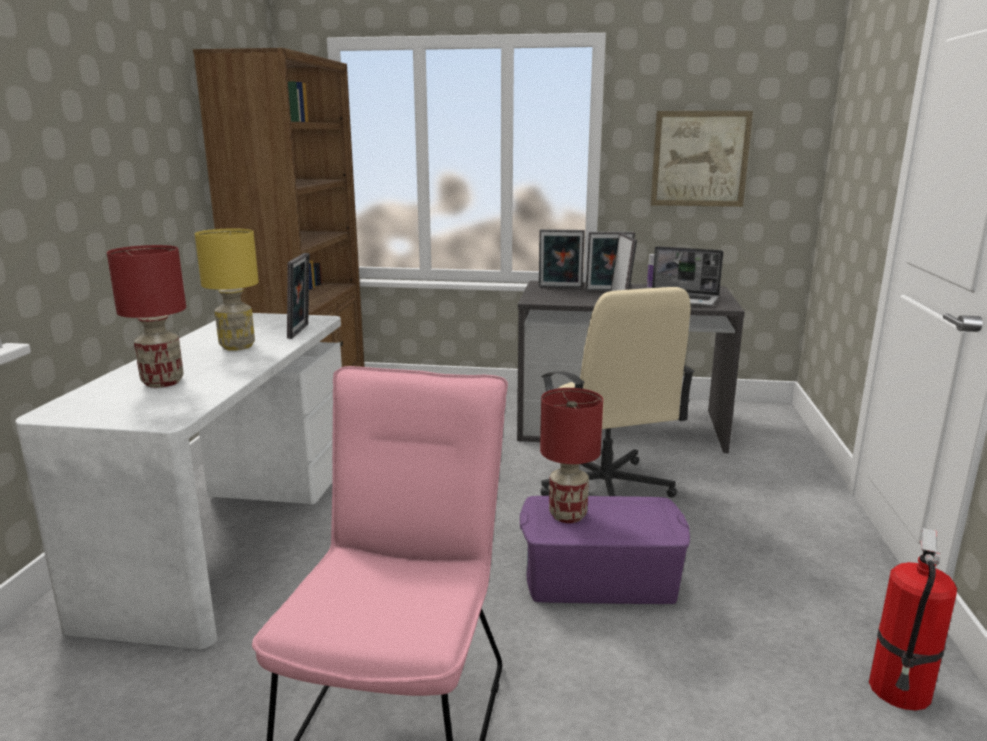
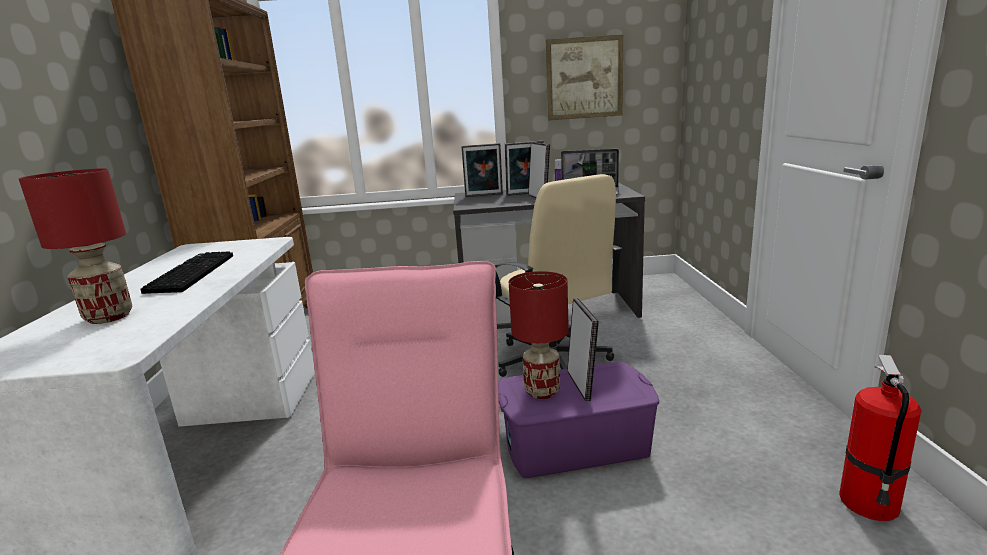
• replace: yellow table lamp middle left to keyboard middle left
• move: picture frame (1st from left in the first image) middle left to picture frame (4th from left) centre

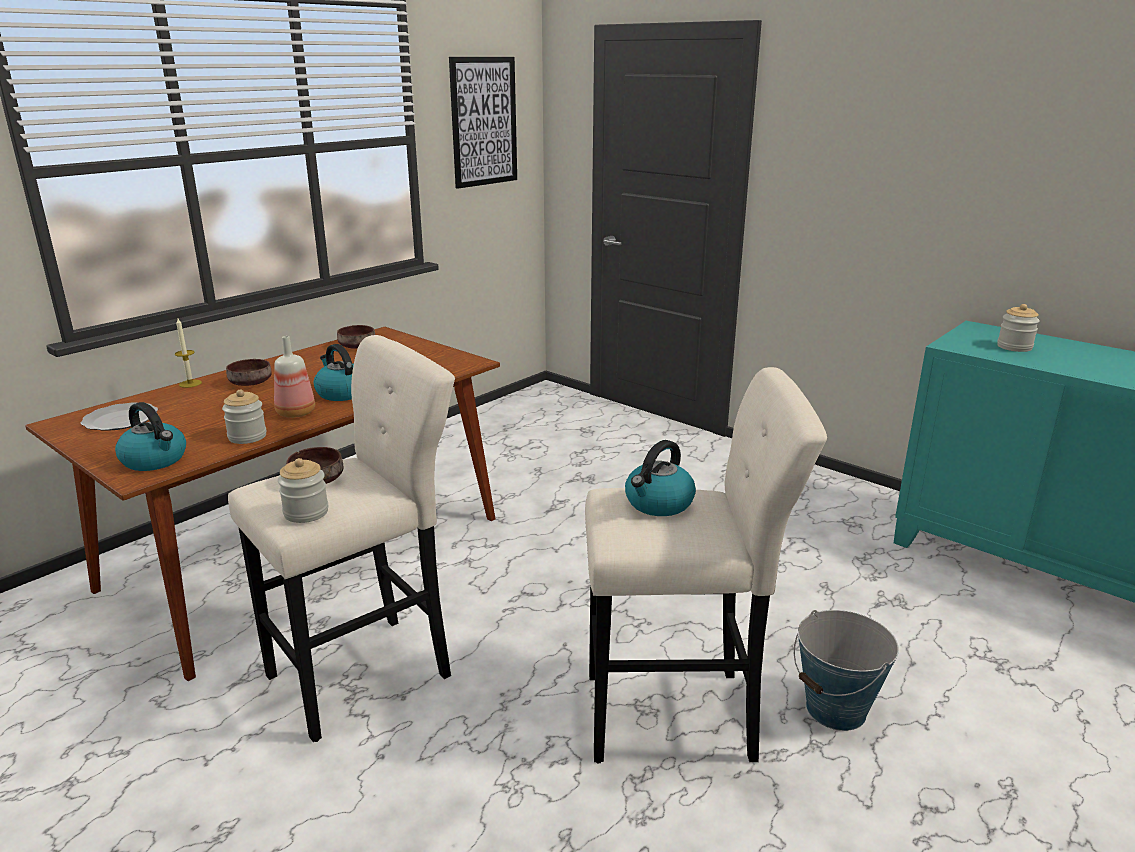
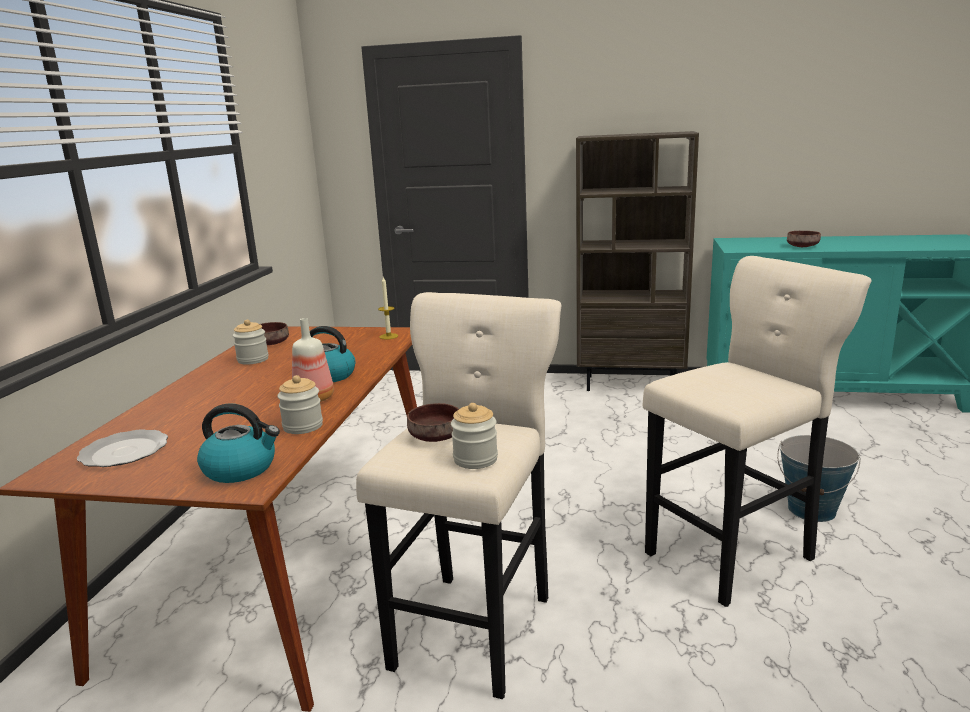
• move: jar (3rd from left in the first image) middle right to jar (1st from left) middle left
• move: candle middle left to centre
• insert: brown bookcase centre
• move: brown bowl (1st from left in the first image) middle left to brown bowl (3rd from left) middle right
• delete: picture top centre
• delete: kettle (3rd from left) centre

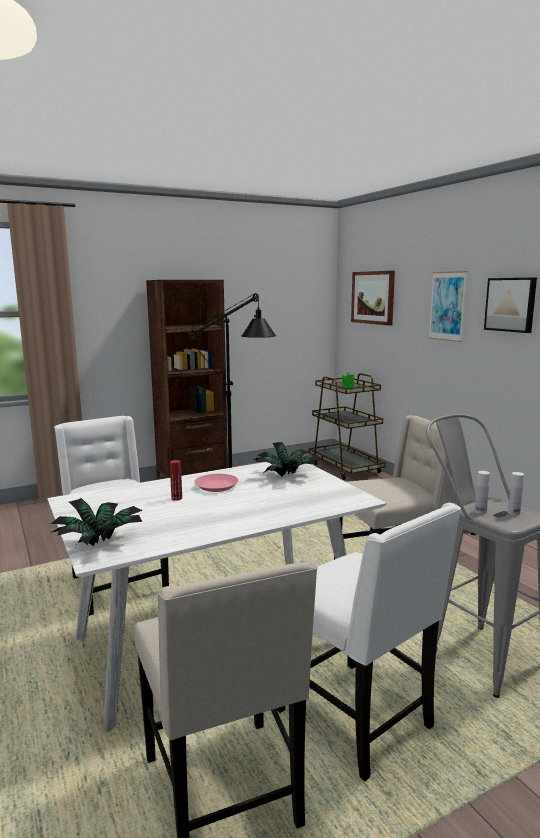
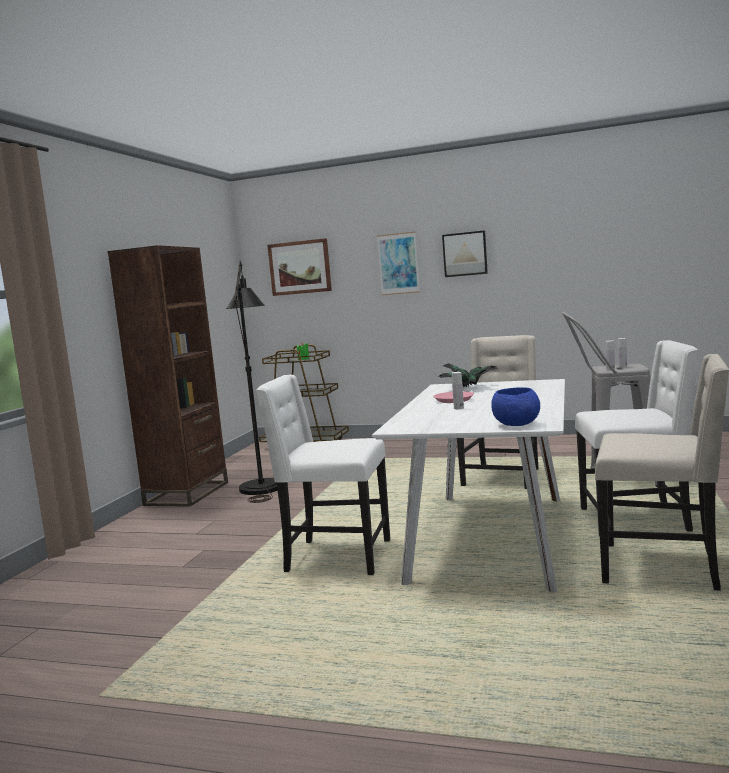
• recolor: red bottle middle left to white bottle (1st from left) centre
• replace: potted plant (1st from left) middle left to blue bowl middle right

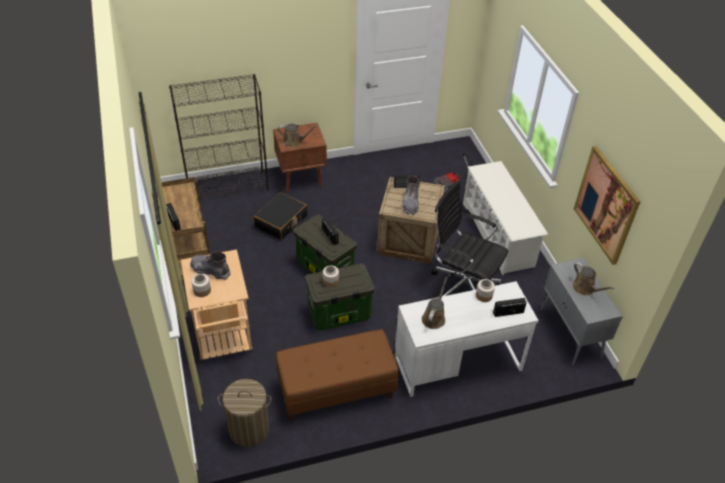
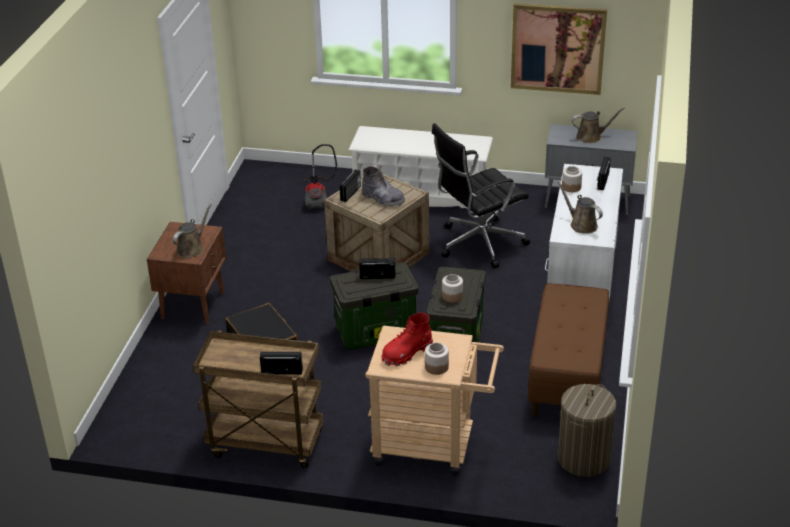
• recolor: grey boot (1st from left) middle left to red boot centre
• delete: black bookcase top left

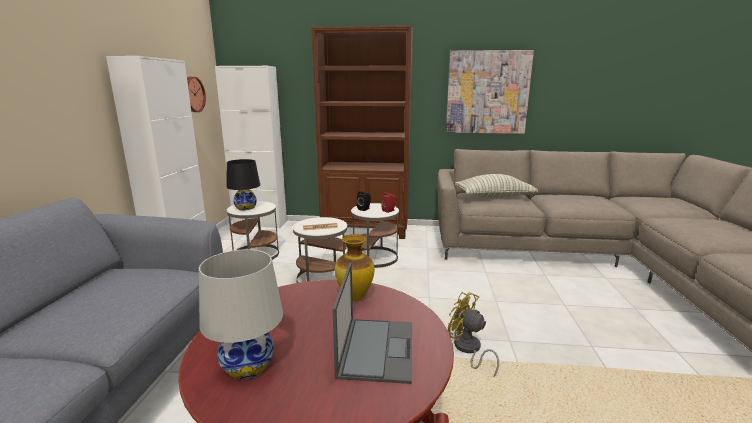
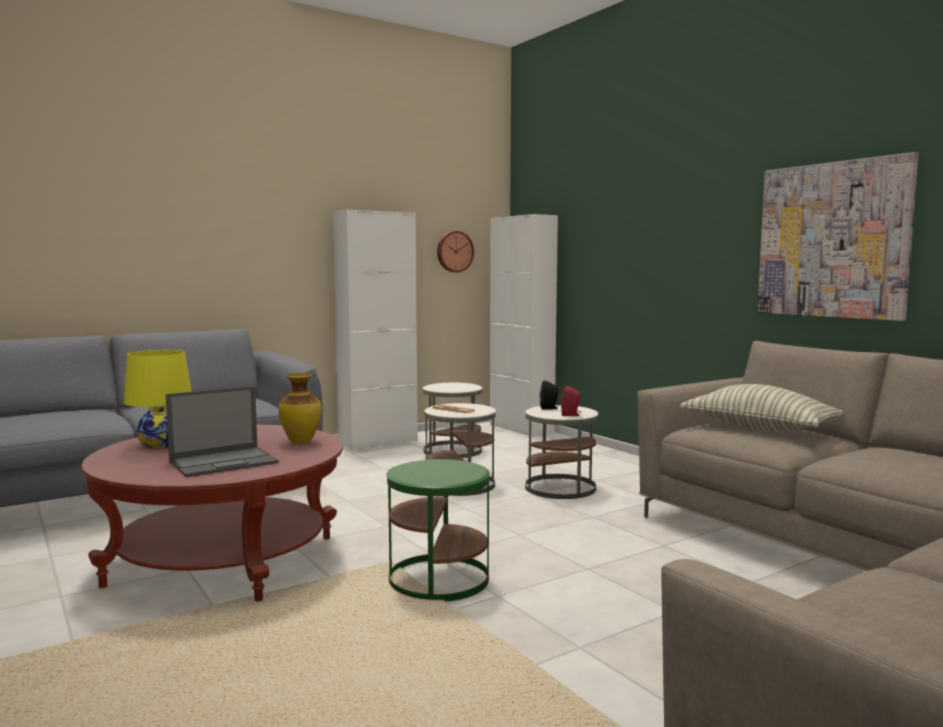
• recolor: white table lamp bottom left to yellow table lamp middle left
• replace: yellow fan bottom centre to green side table bottom centre
• delete: black table lamp middle left
• delete: brown bookcase top centre

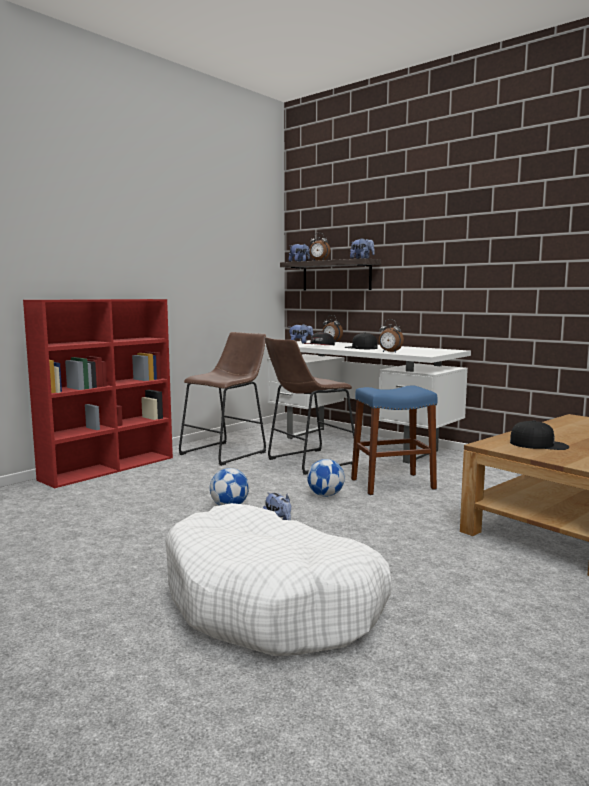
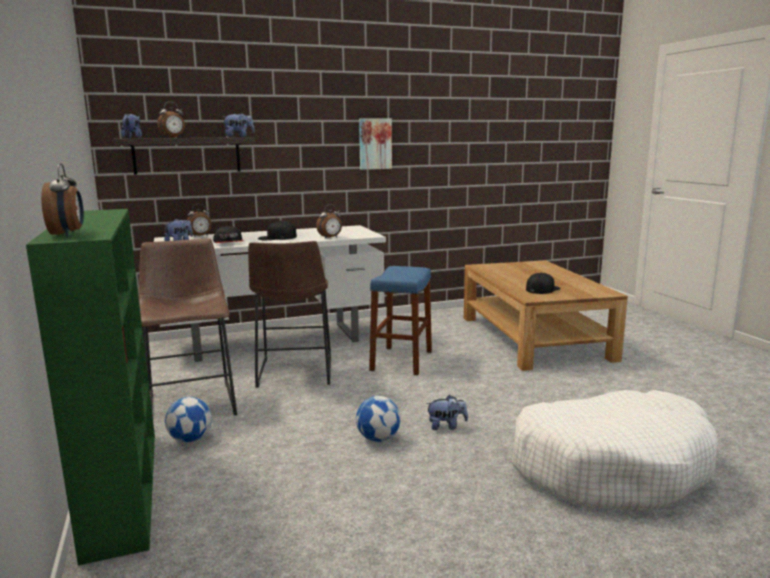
• recolor: red bookcase middle left to green bookcase bottom left
• insert: alarm clock (1st from left) middle left
• move: football (2nd from left in the first image) centre to football (1st from left) bottom left
• insert: picture top centre

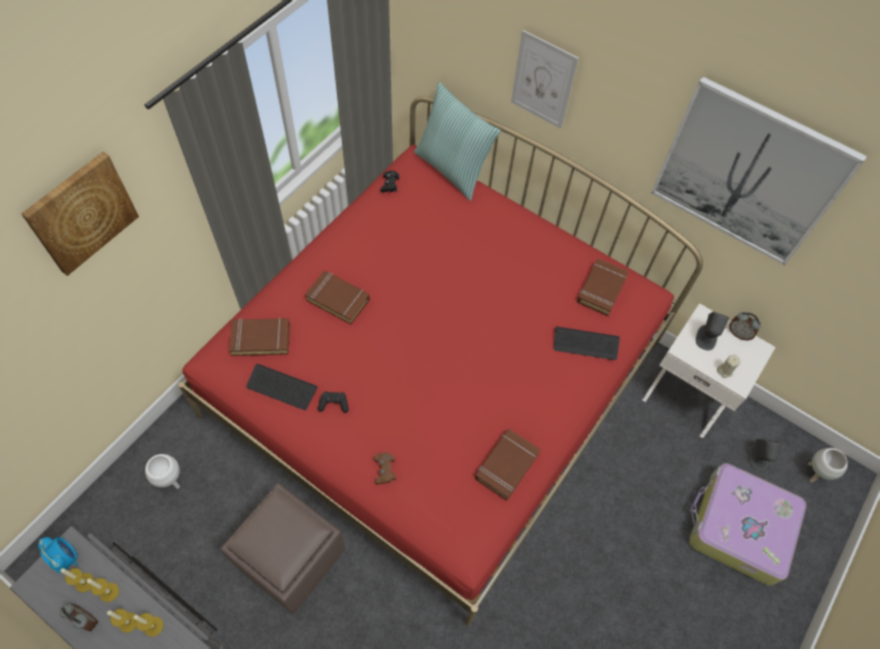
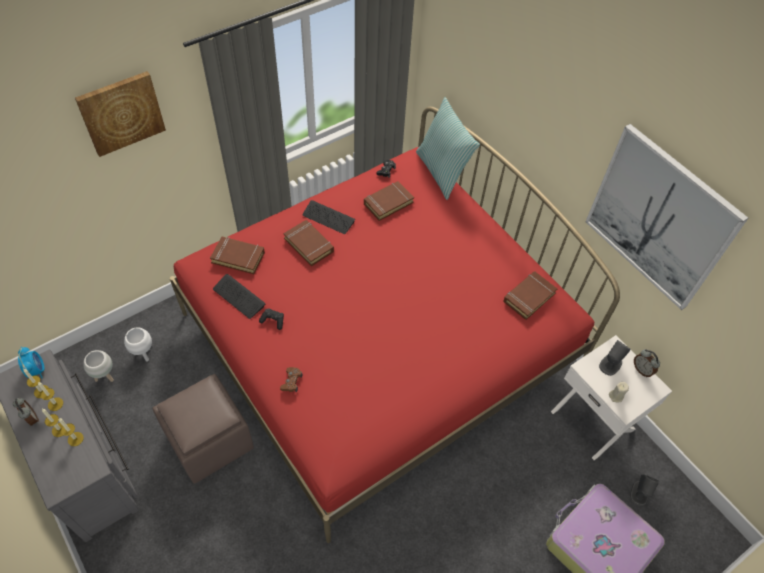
• move: white planter (2nd from left in the first image) bottom right to white planter (1st from left) middle left
• move: keyboard (2nd from left) middle right to centre
• move: brown book (3rd from left) bottom centre to centre
• delete: picture (2nd from left) top centre

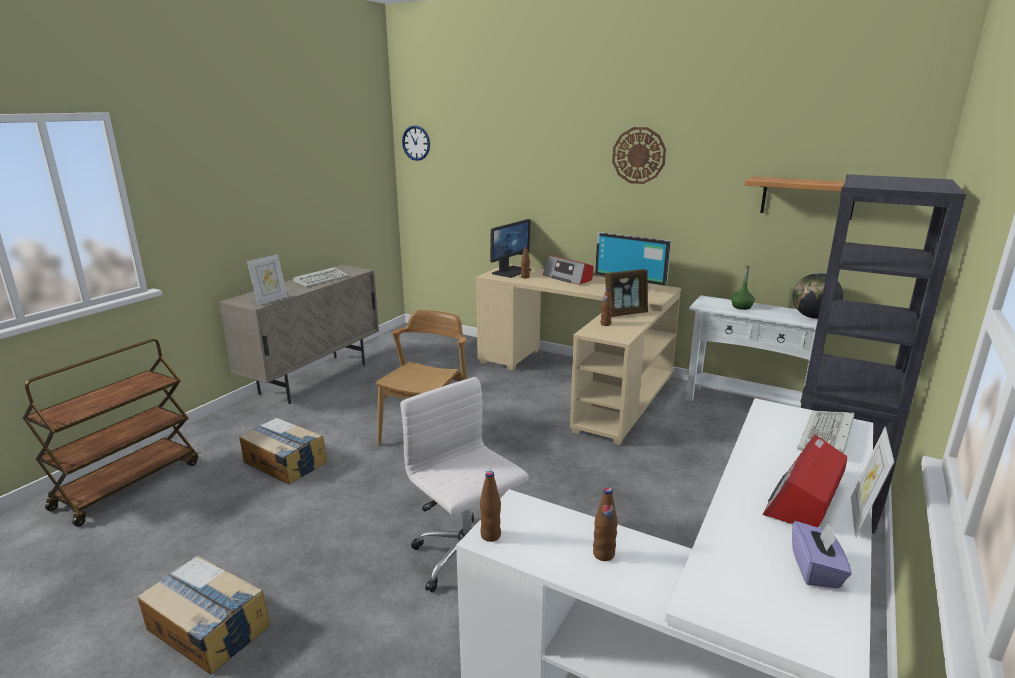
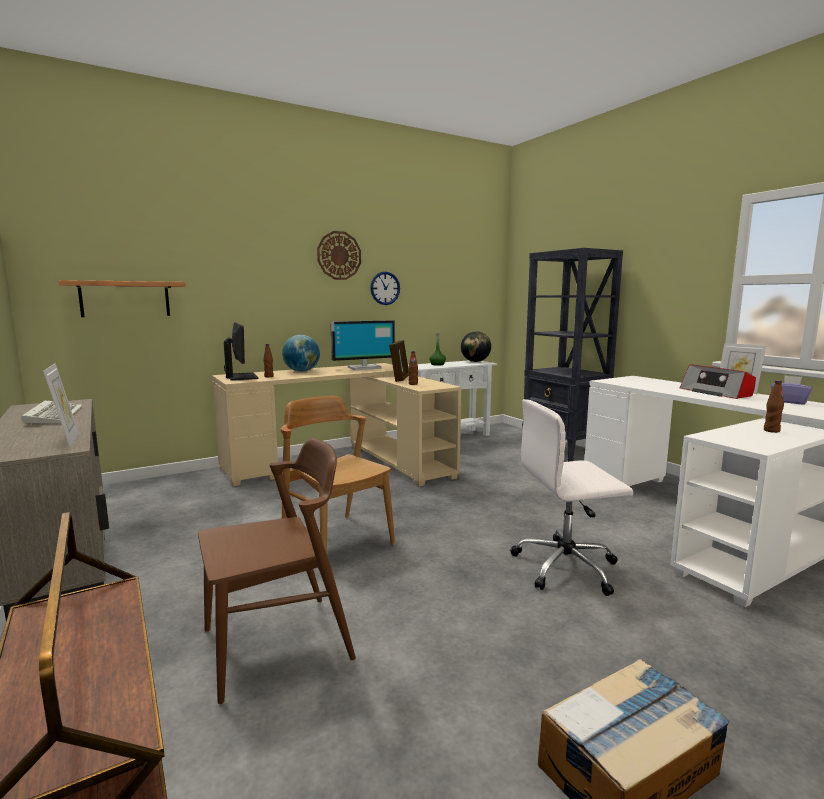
• move: shelf top right to middle left
• replace: cardboard box (2nd from left) middle left to brown chair (1st from left) bottom centre
• replace: radio (1st from left) centre to globe (1st from left) centre
• move: wall clock (1st from left in the first image) top centre to wall clock (2nd from left) centre
• delete: brown bottle (1st from left) bottom centre
• delete: keyboard (2nd from left) middle right

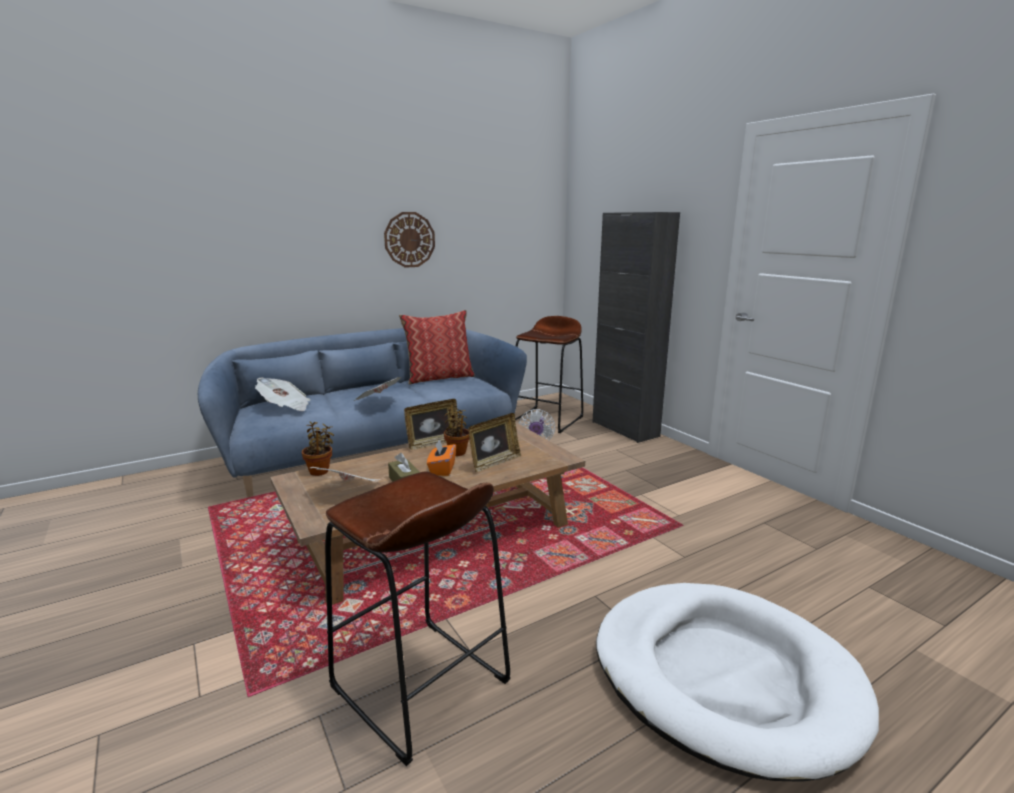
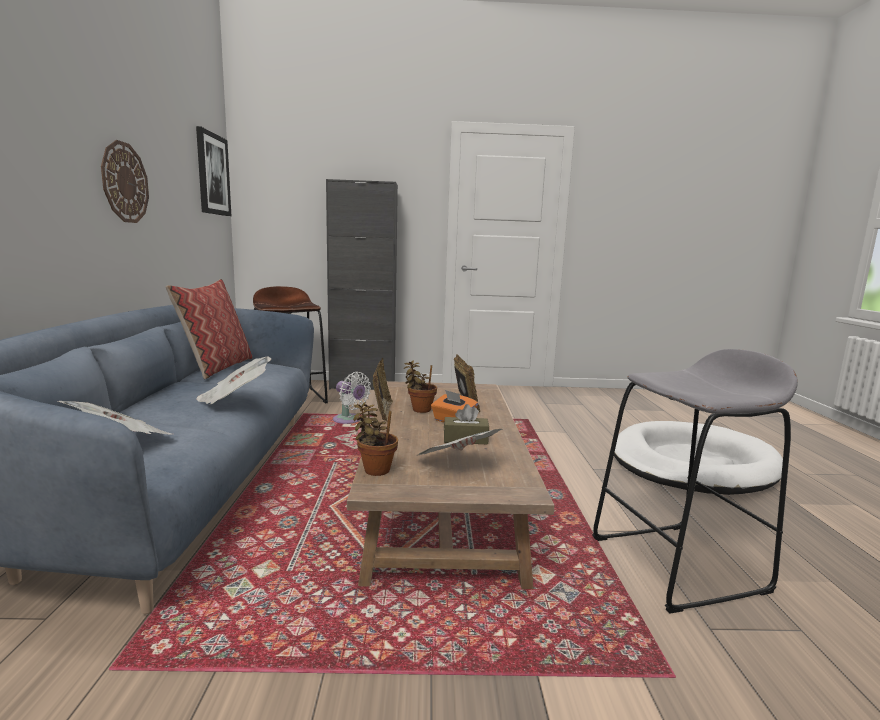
• insert: picture top left
• recolor: brown stool (1st from left) bottom centre to grey stool bottom right

